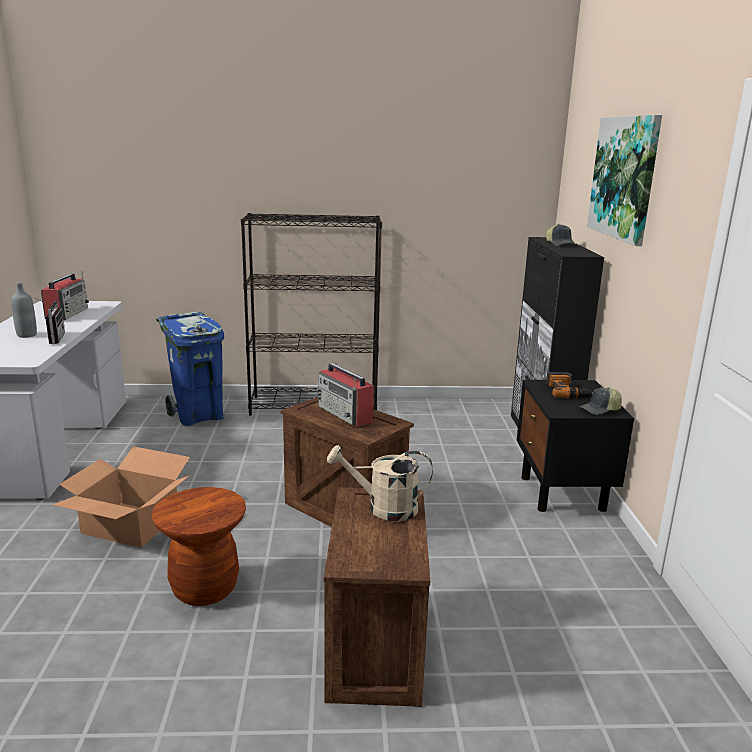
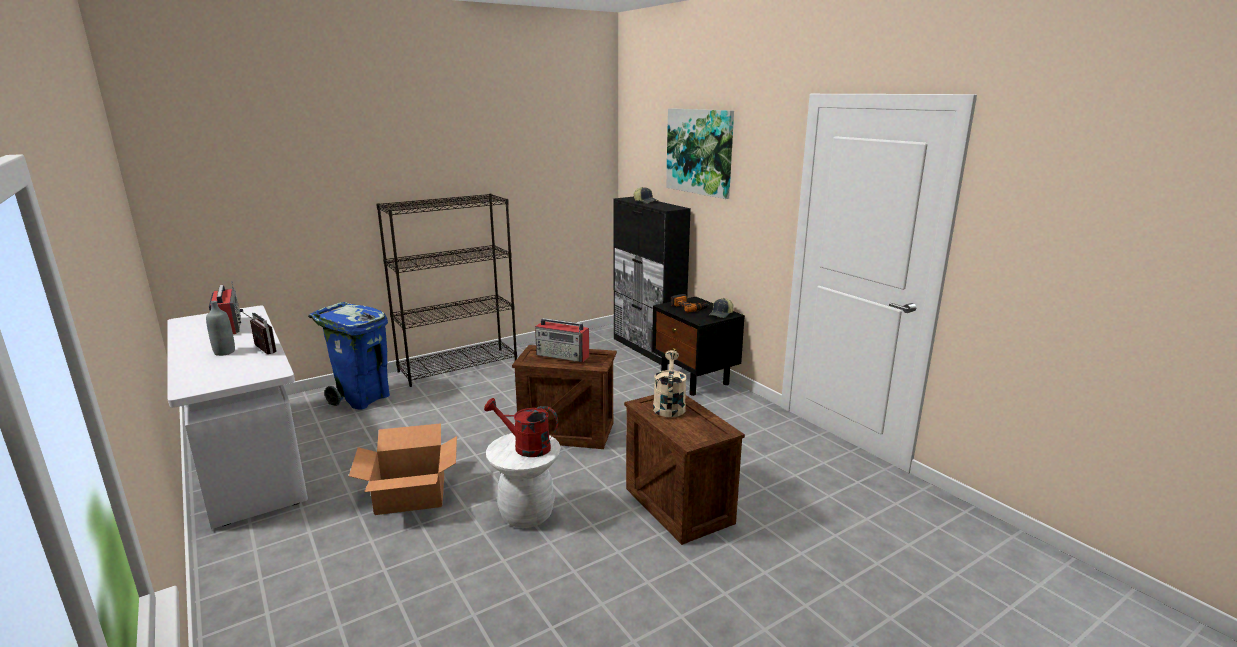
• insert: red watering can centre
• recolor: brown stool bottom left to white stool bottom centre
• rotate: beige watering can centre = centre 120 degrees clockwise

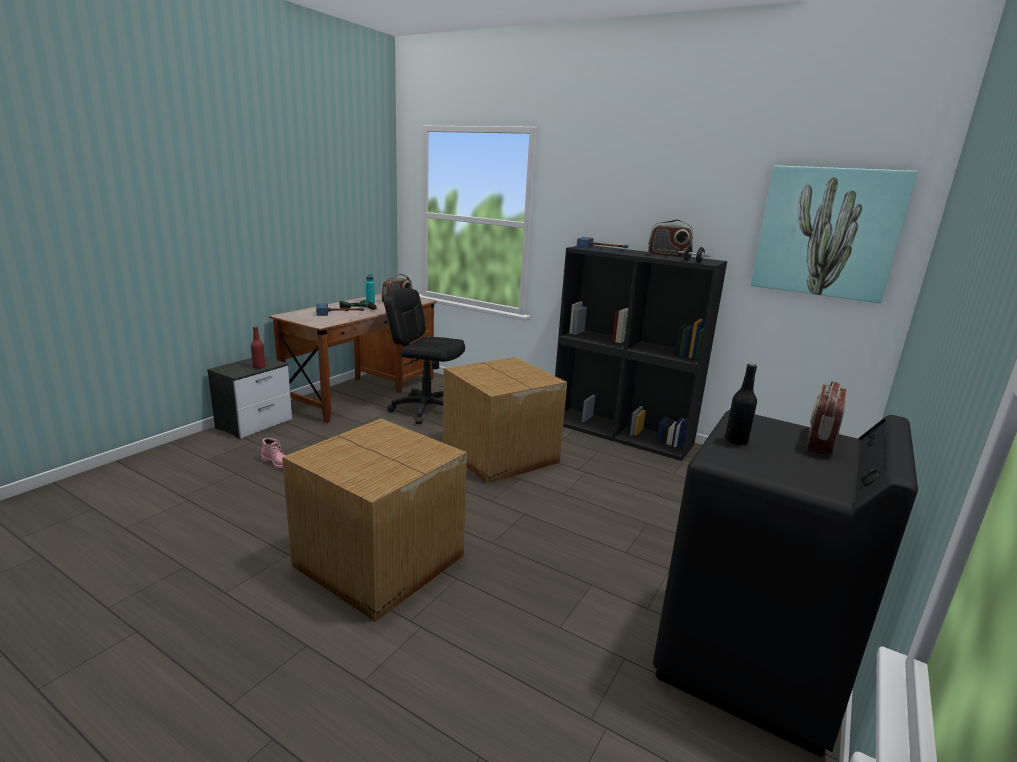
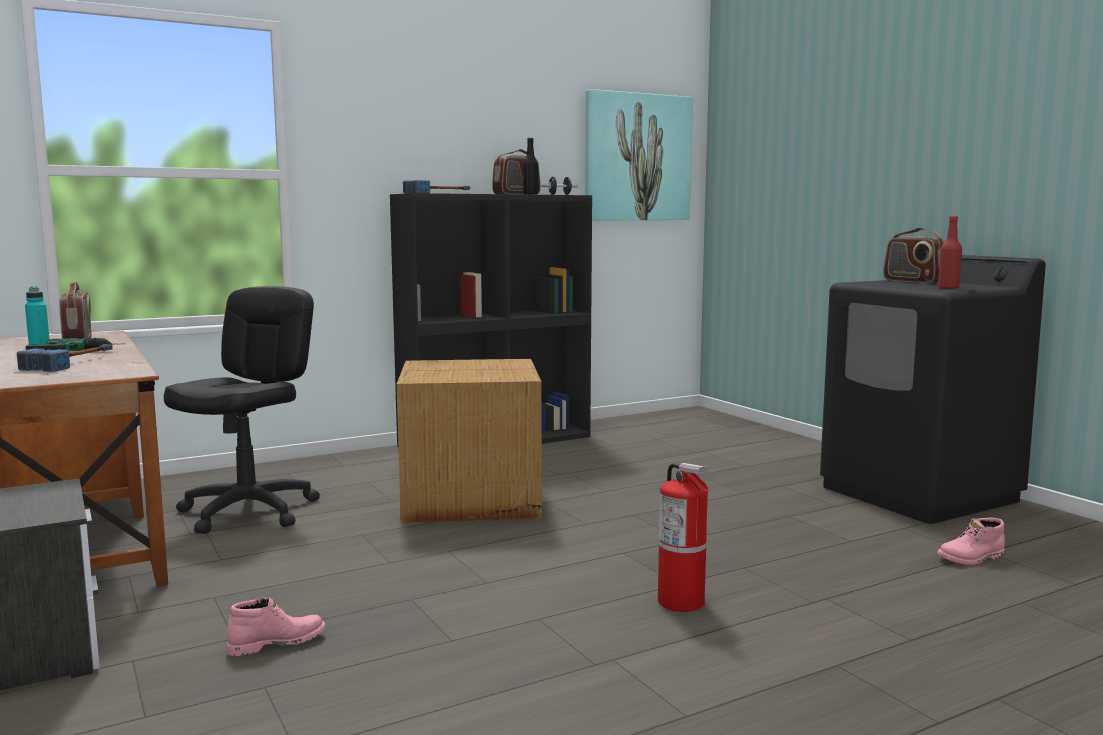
• rotate: black office chair centre = middle left 150 degrees clockwise
• move: black bottle middle right to top centre
• replace: cardboard box (1st from left) bottom centre to fire extinguisher bottom centre
• insert: pink boot (2nd from left) bottom right
• move: red bottle middle left to middle right

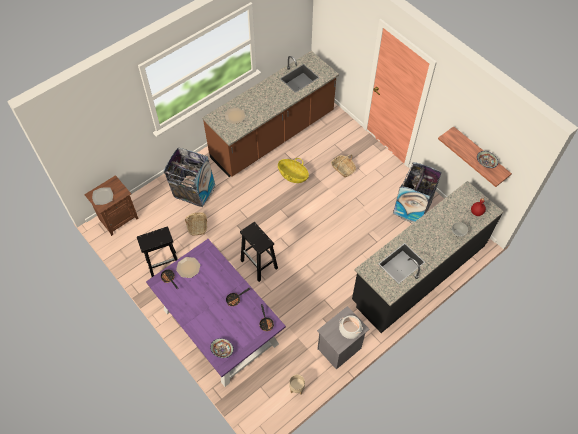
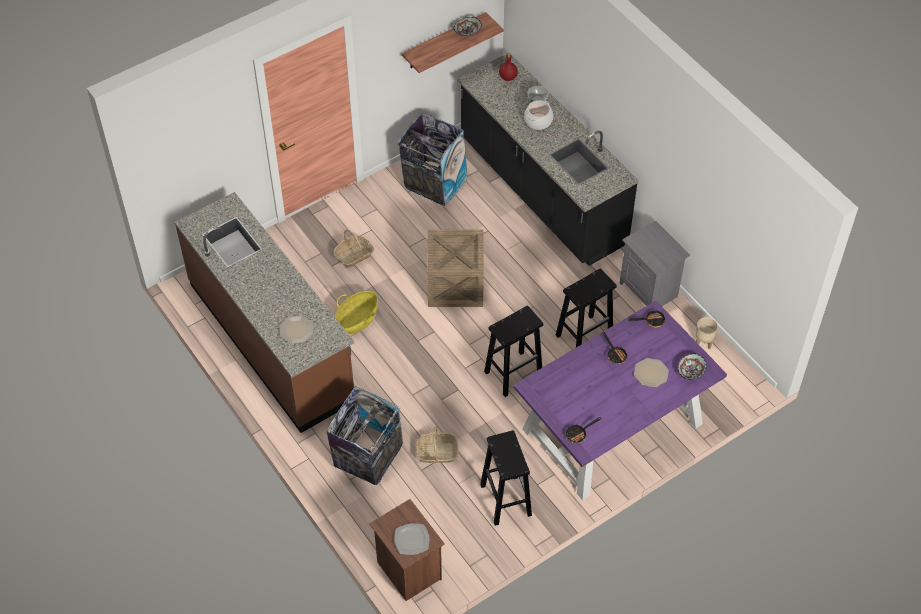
• insert: crate centre
• move: cooking pot bottom centre to top centre
• insert: black stool (3rd from left) centre
• move: plate (2nd from left in the first image) middle left to plate (3rd from left) middle right

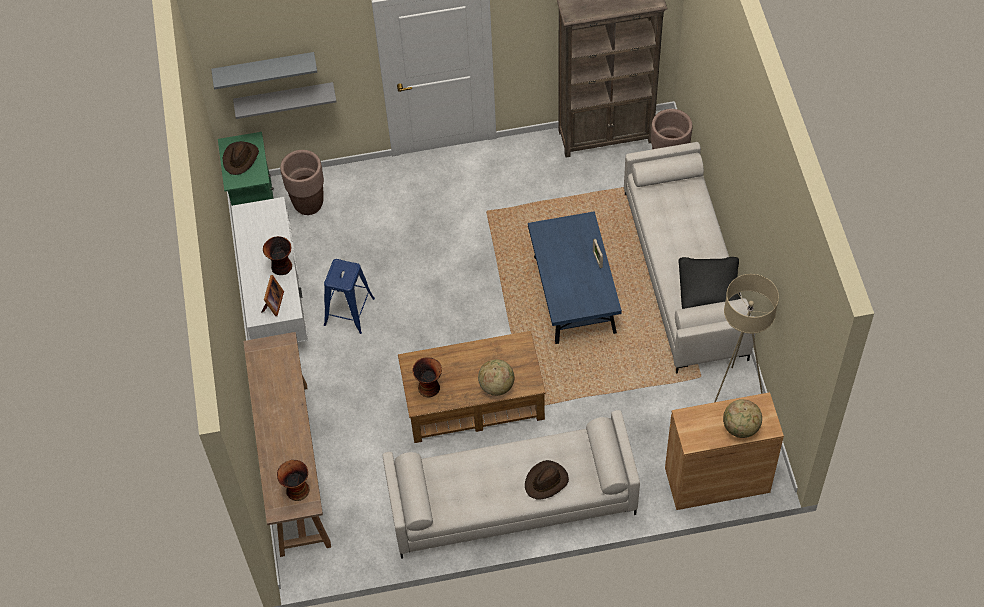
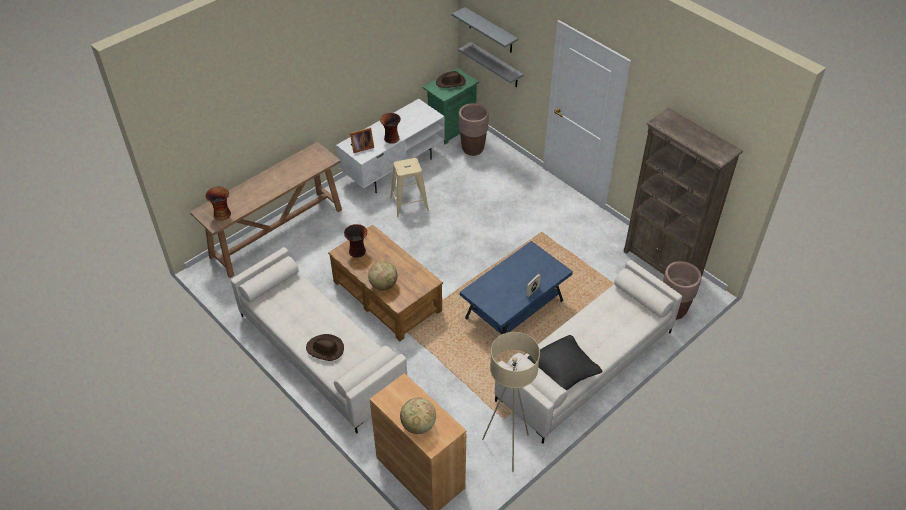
• recolor: blue stool centre to beige stool centre

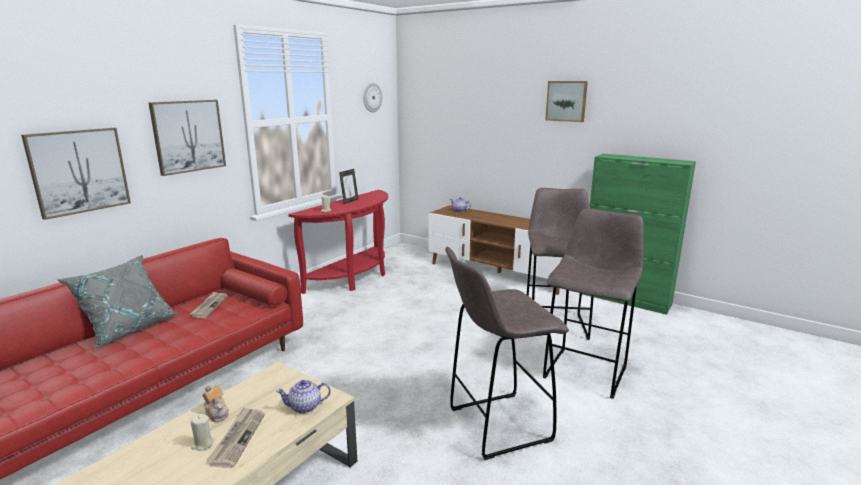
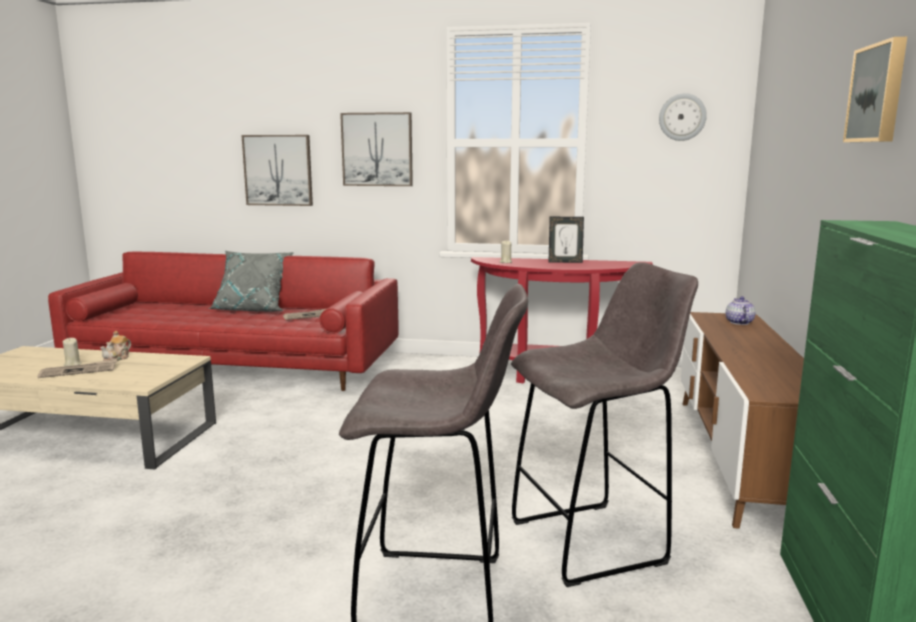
• delete: teapot (2nd from left) bottom centre
• delete: grey stool (1st from left) bottom centre

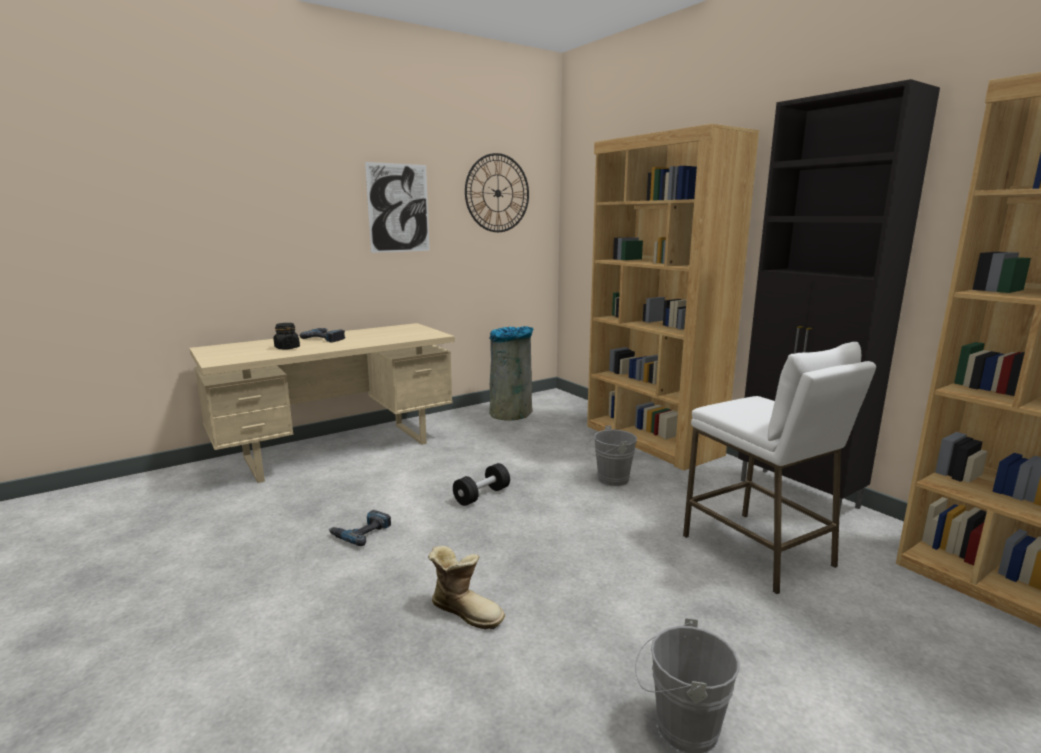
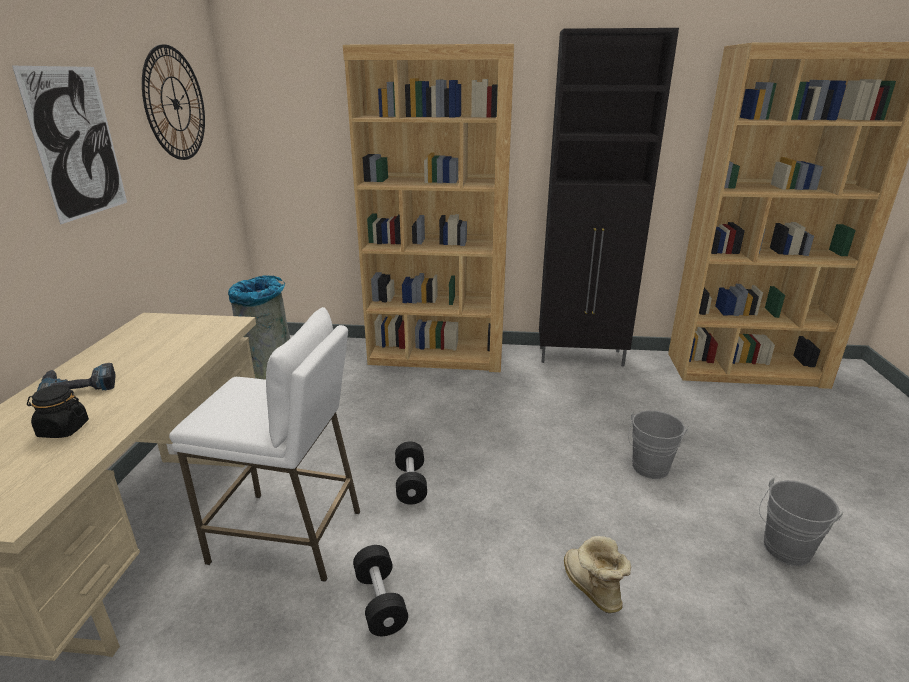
• move: white stool middle right to middle left
• replace: power drill (2nd from left) bottom centre to black dumbbell (1st from left) bottom centre
• rotate: boot bottom centre = bottom centre 90 degrees counterclockwise
• move: grey bucket (1st from left) centre to middle right

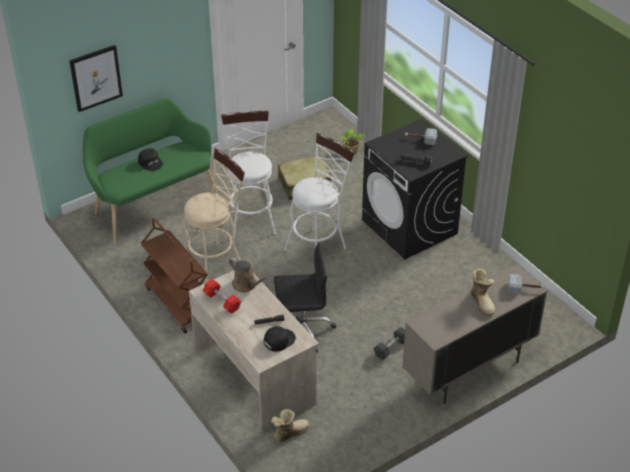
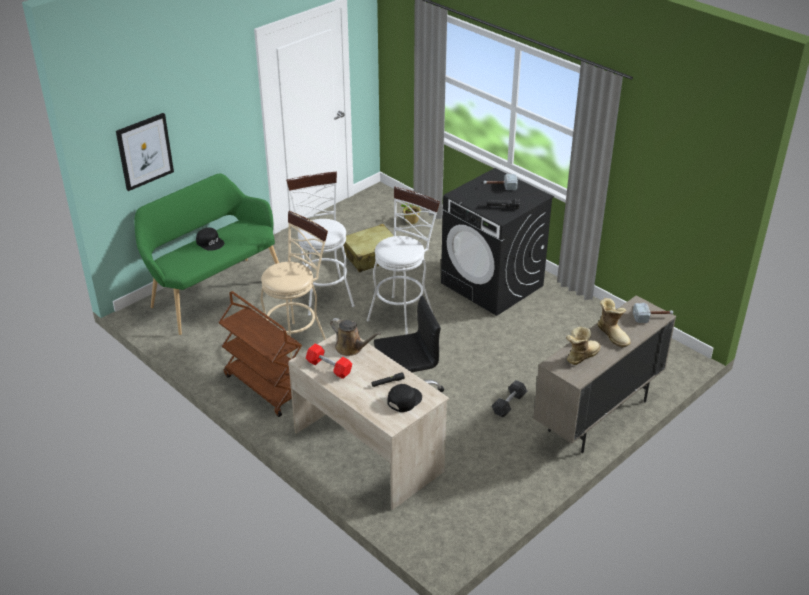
• move: boot (1st from left) bottom centre to middle right

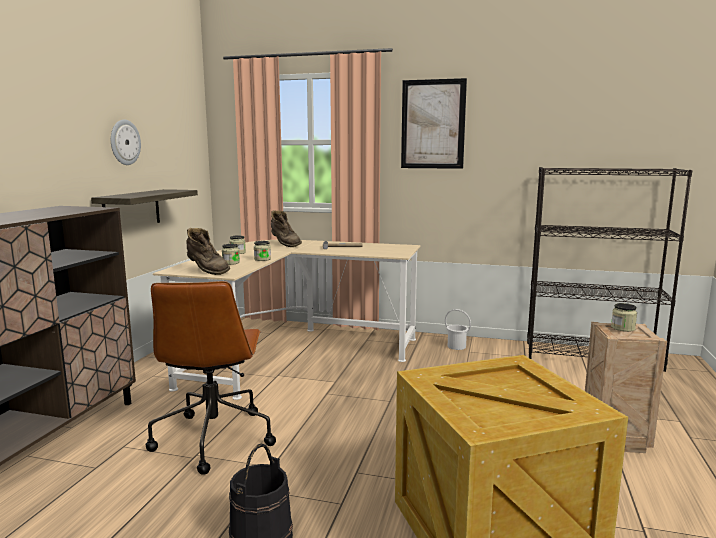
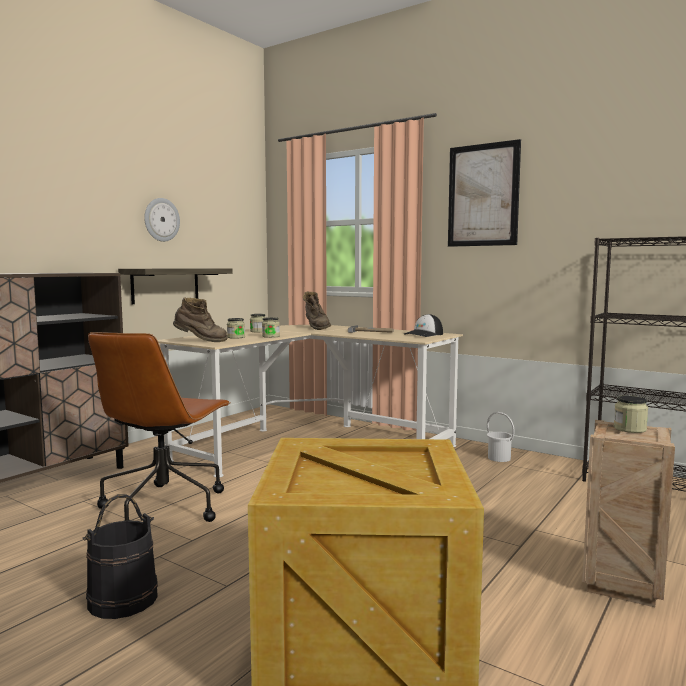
• rotate: brown boot (1st from left) middle left = middle left 60 degrees counterclockwise
• insert: cap centre

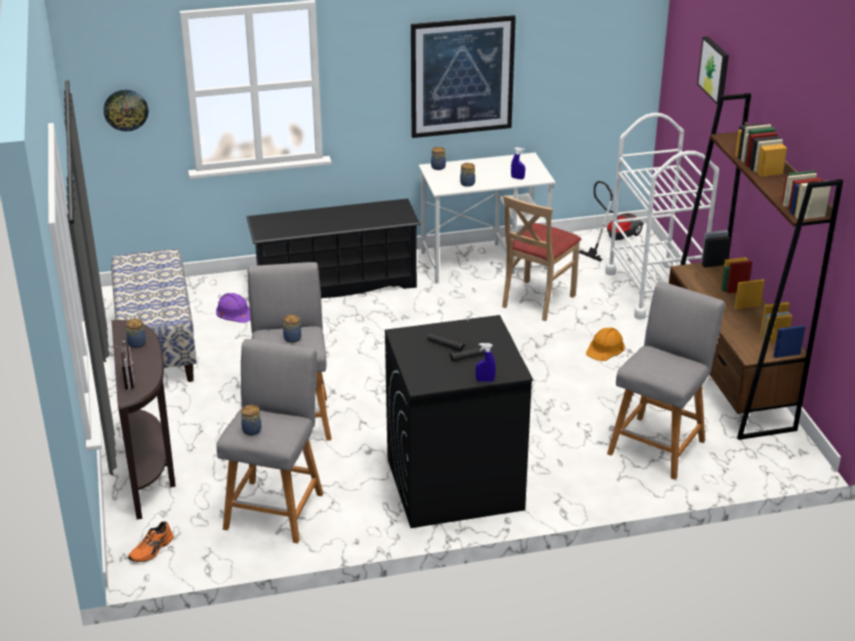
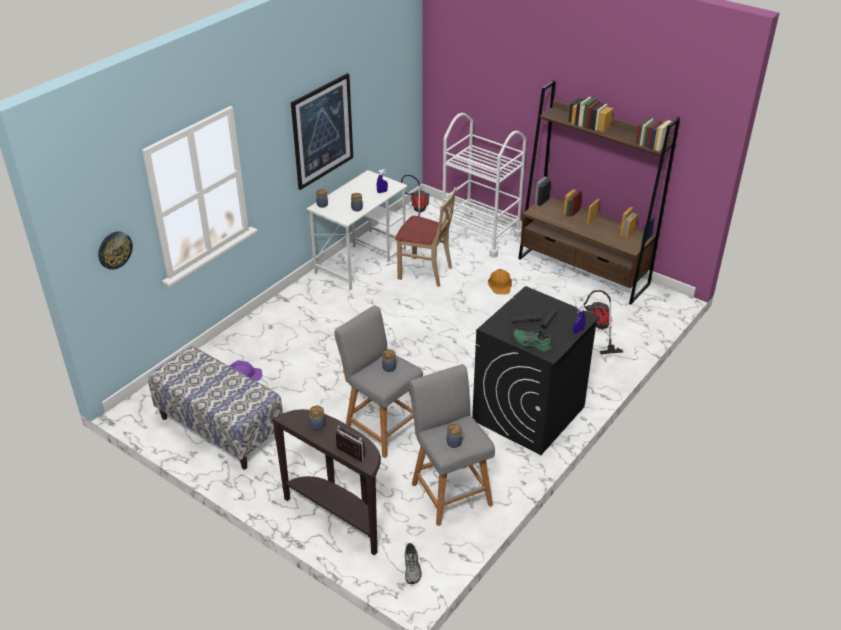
• rotate: beige chair centre = centre 60 degrees counterclockwise
• recolor: orange shoe bottom left to grey shoe bottom centre
• insert: green shoe centre
• replace: grey stool (3rd from left) middle right to vacuum cleaner (2nd from left) middle right
• delete: black shoe rack centre
• delete: picture (2nd from left) top right

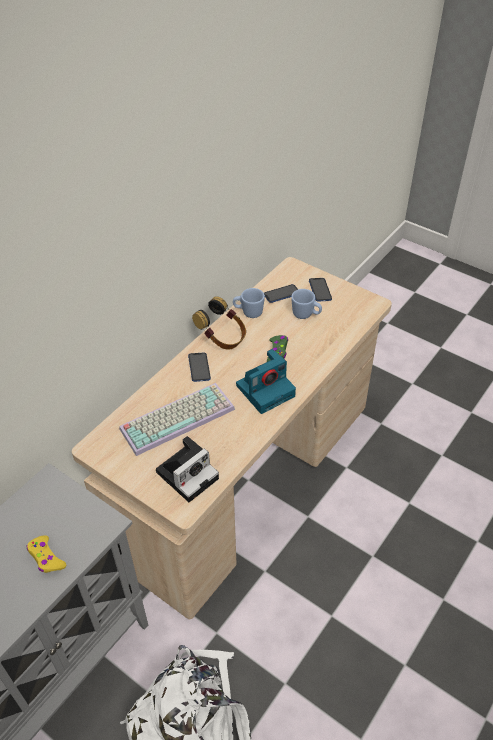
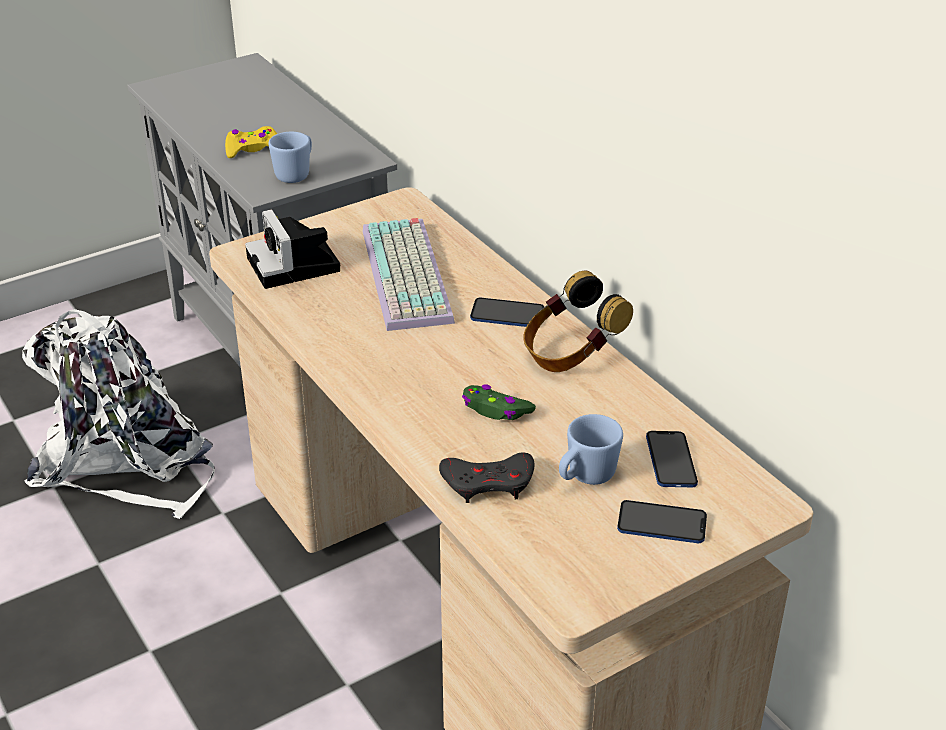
• move: blue mug (1st from left) centre to top left
• insert: grey game controller centre
• delete: photo camera (2nd from left) centre

